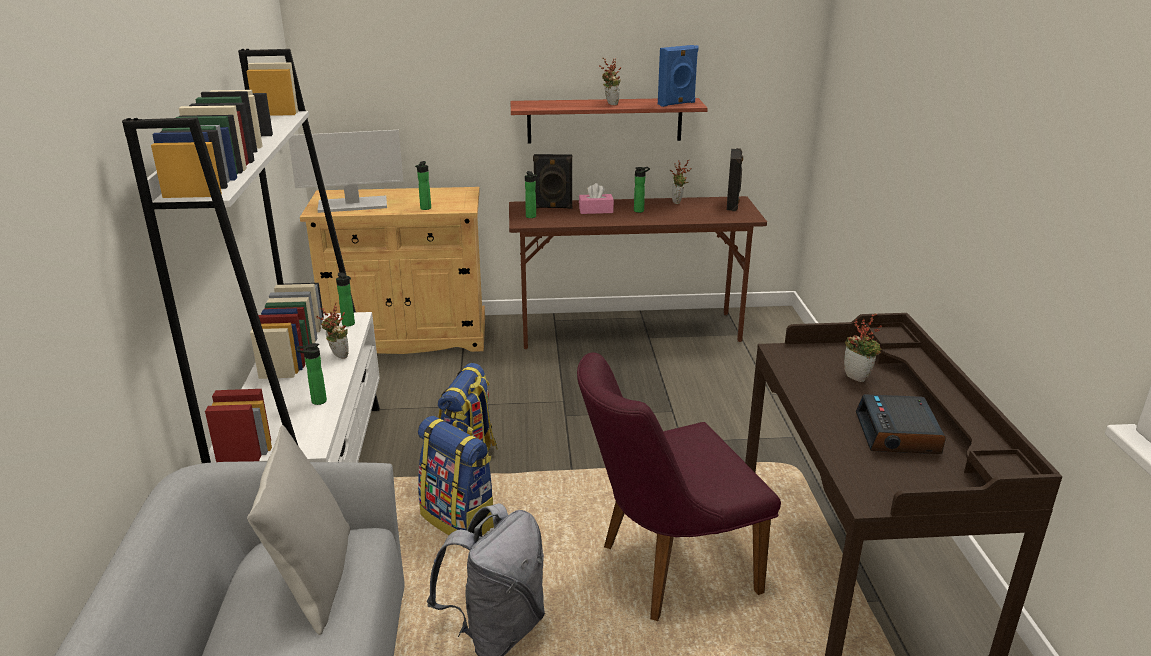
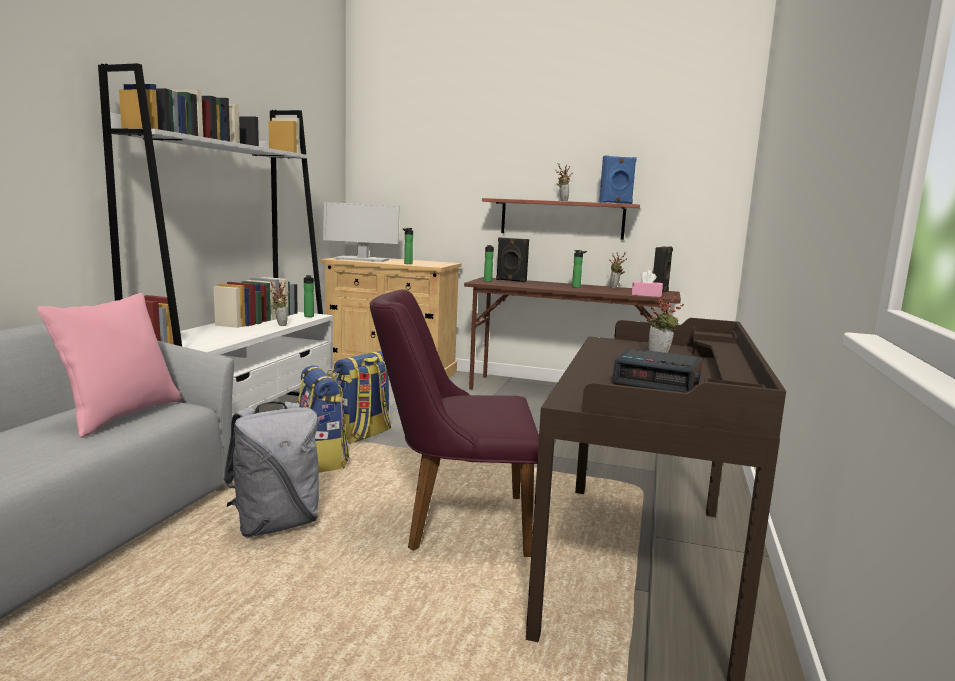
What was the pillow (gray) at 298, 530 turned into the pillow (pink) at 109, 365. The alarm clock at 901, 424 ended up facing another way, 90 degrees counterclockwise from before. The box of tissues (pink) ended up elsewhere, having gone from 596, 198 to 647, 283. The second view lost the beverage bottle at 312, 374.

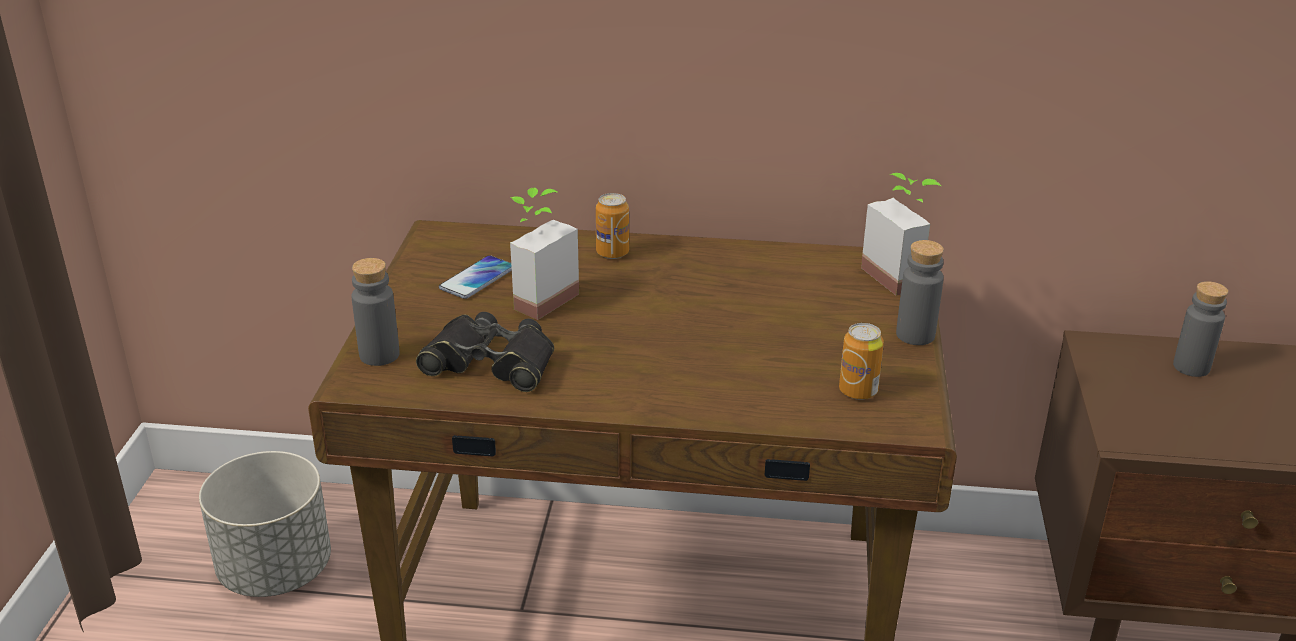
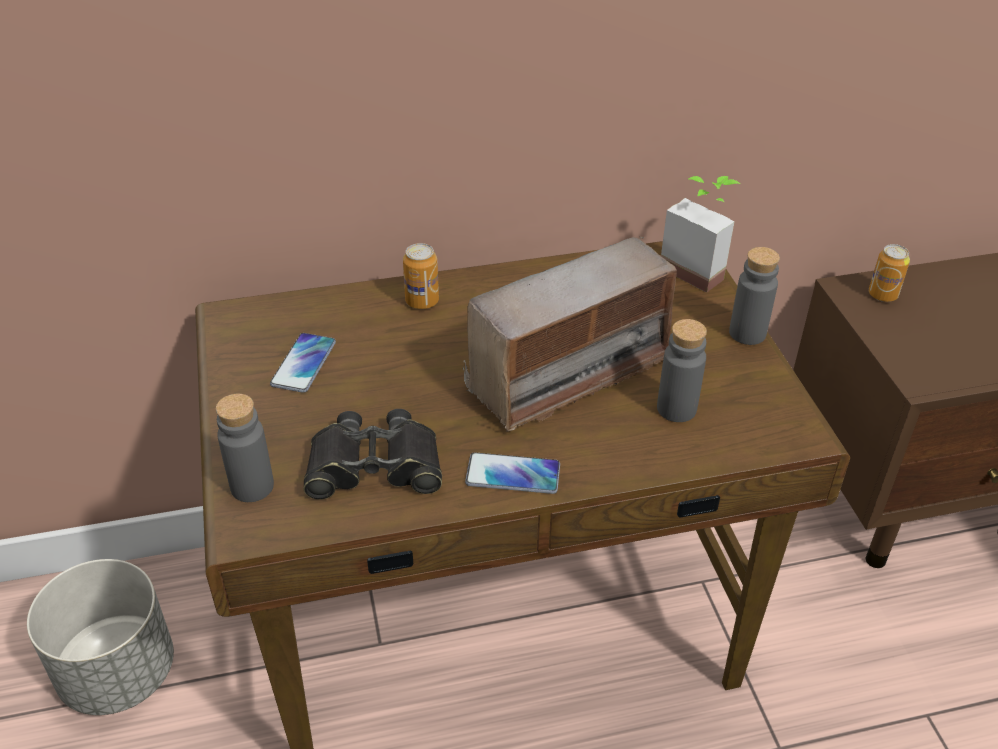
The second view gained the radio at 570, 333. The second view gained the telephone at 512, 473. The beverage bottle (gray) ended up elsewhere, having gone from 1200, 329 to 682, 370. The metal can ended up elsewhere, having gone from 861, 361 to 889, 273. The second view lost the houseplant at 544, 254.

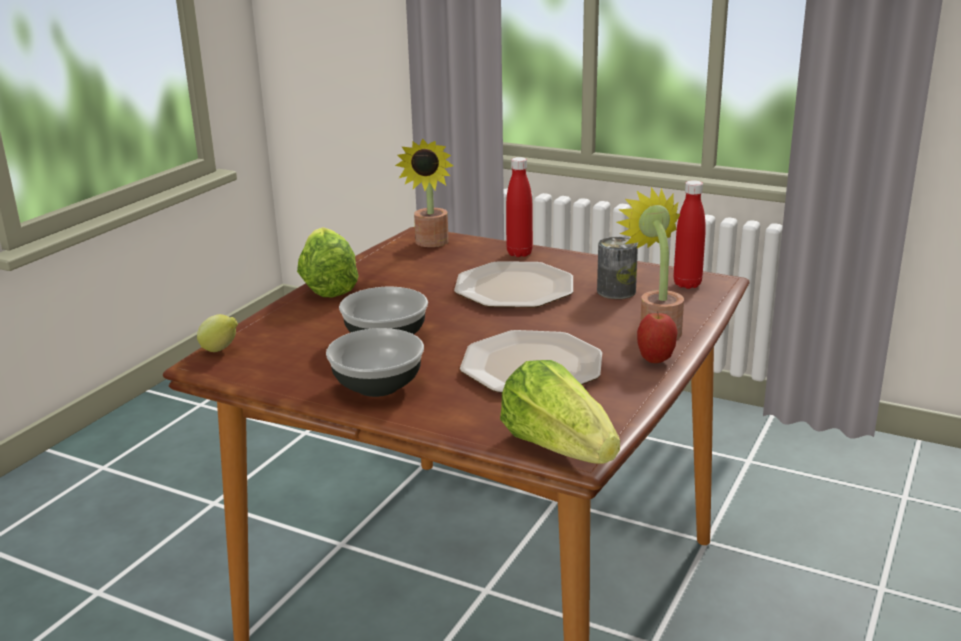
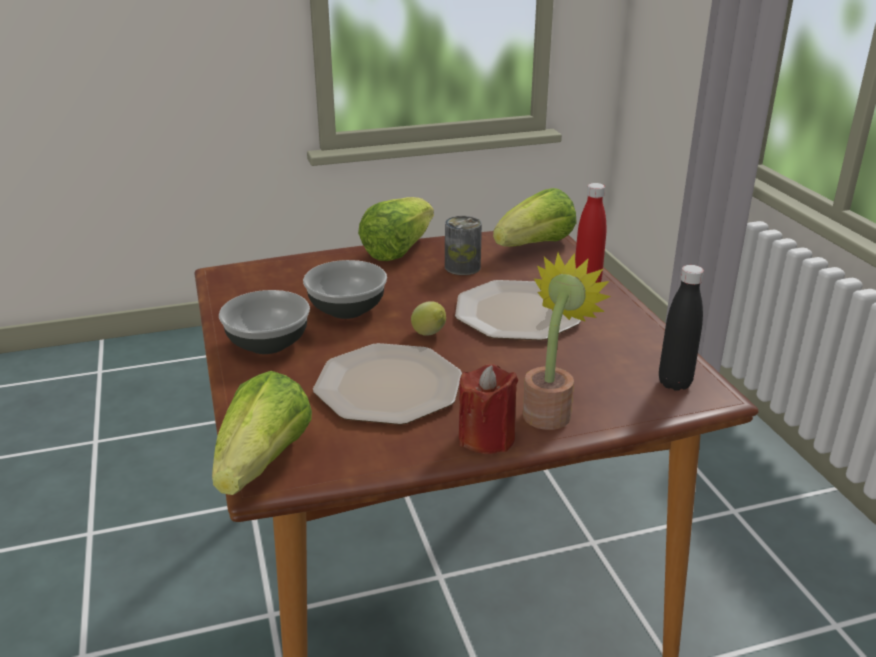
The whole lemon ended up elsewhere, having gone from 217, 333 to 428, 318. The metal can ended up elsewhere, having gone from 617, 268 to 463, 245. Where the whole apple stood at 657, 337, the candle (red) came to stand at 488, 409. Where the houseplant stood at 424, 192, the lettuce came to stand at 535, 217. What was the beverage bottle (red) at 690, 234 turned into the beverage bottle (black-coloured) at 681, 328.

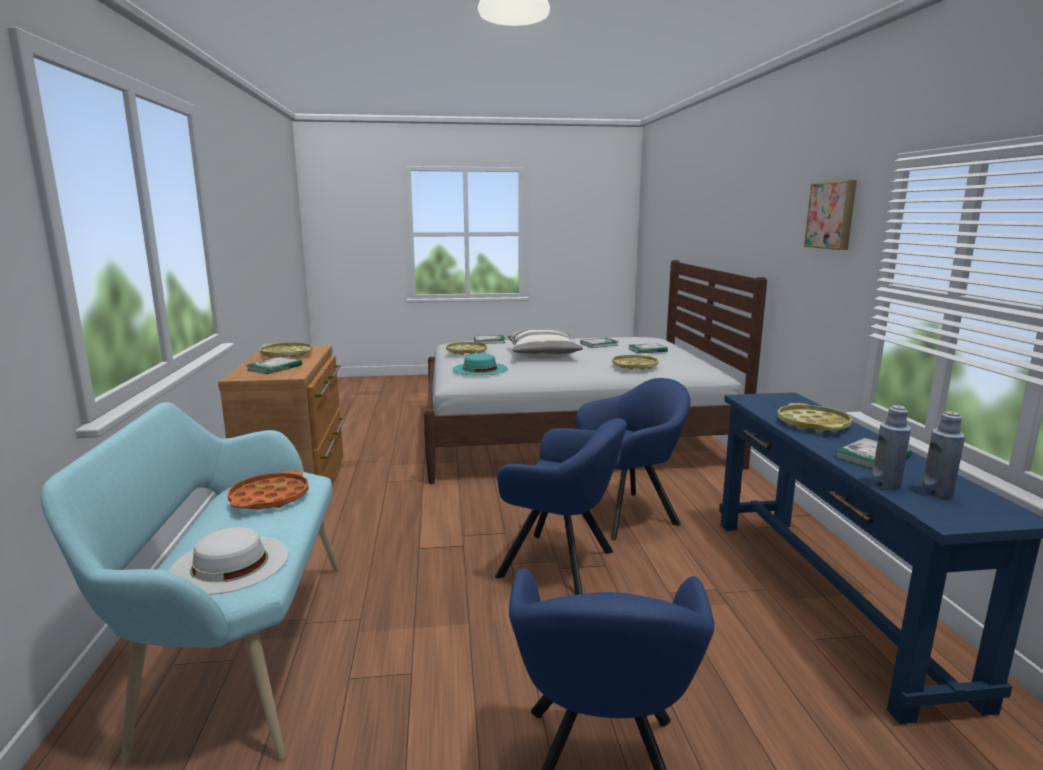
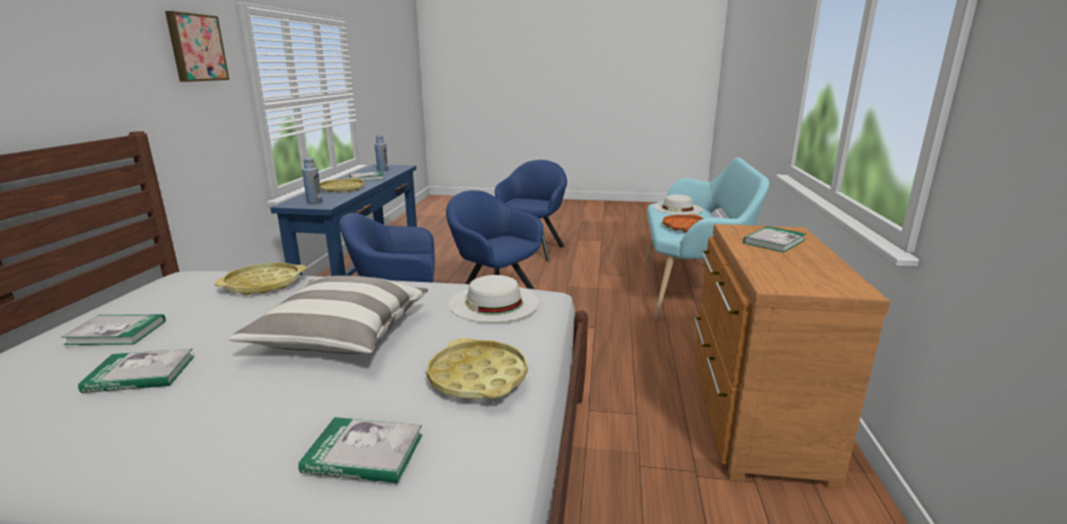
The beverage bottle (blue) ended up elsewhere, having gone from 891, 447 to 312, 180. What was the hat (turquoise-coloured) at 480, 364 turned into the hat (white) at 494, 298. The second view lost the carrying tray (yellowish) at 286, 350.

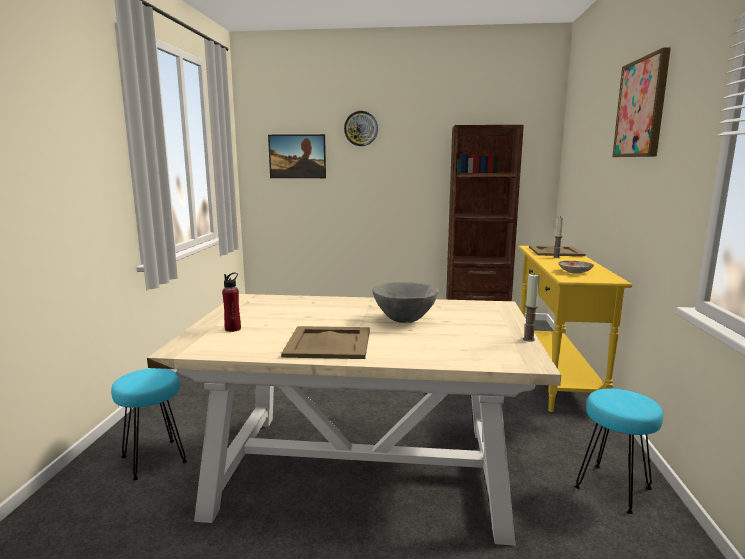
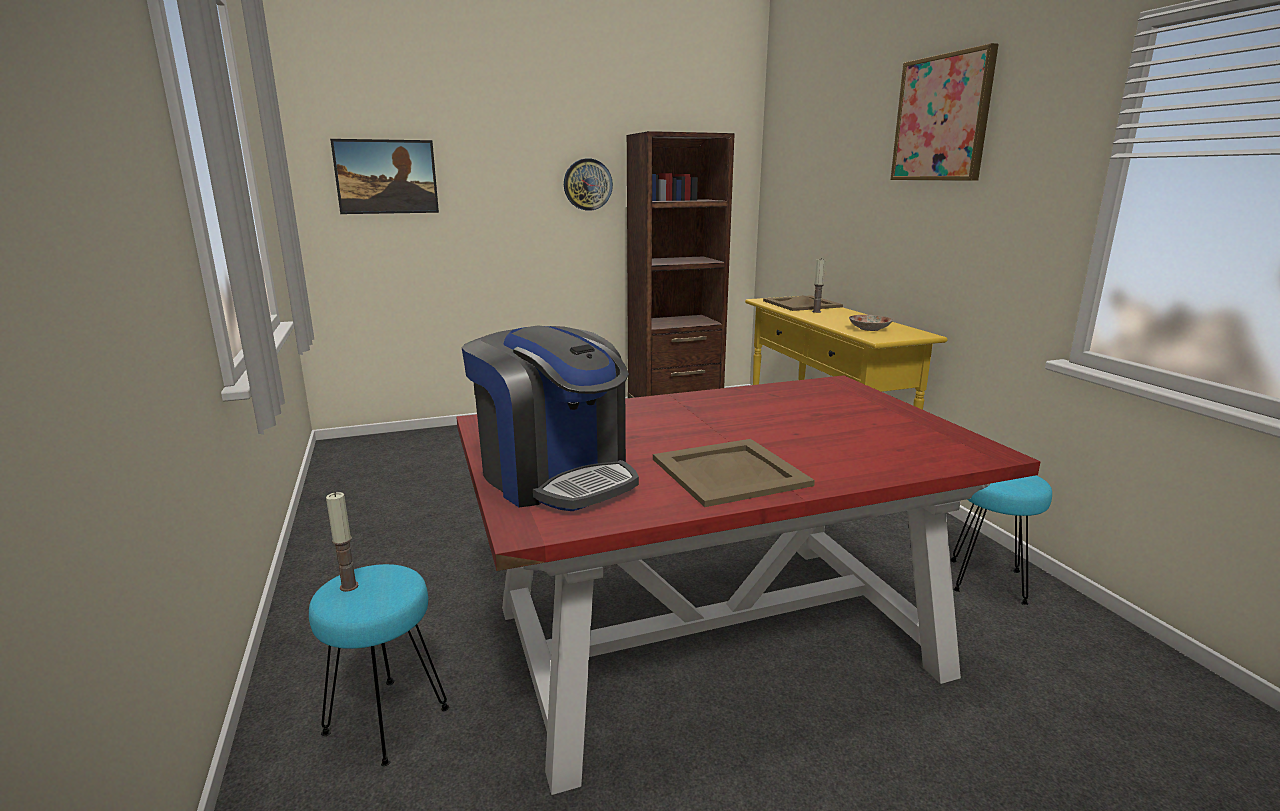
The candle ended up elsewhere, having gone from 531, 307 to 342, 542. What was the dinner table (sand-coloured) at 354, 420 turned into the dinner table (red) at 748, 585. Where the beverage bottle (red) stood at 231, 302, the coffee brewer came to stand at 550, 418. The hanging clock ended up elsewhere, having gone from 361, 128 to 588, 184. The second view lost the deep dish (gray) at 405, 302.

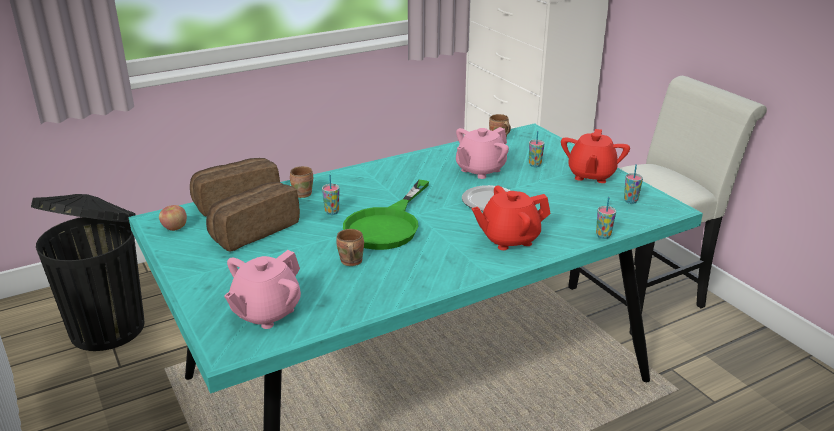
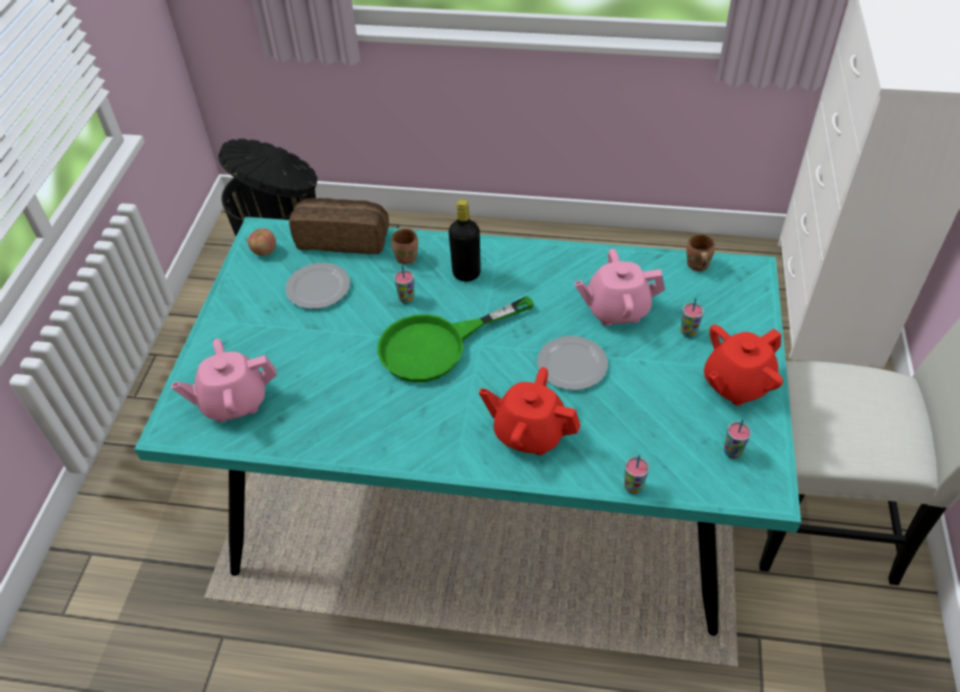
Where the bread stood at 253, 217, the plate came to stand at 317, 286. The second view gained the beverage bottle (black-coloured) at 465, 240. The second view lost the coffee mug (brown-coloured) at 350, 247.

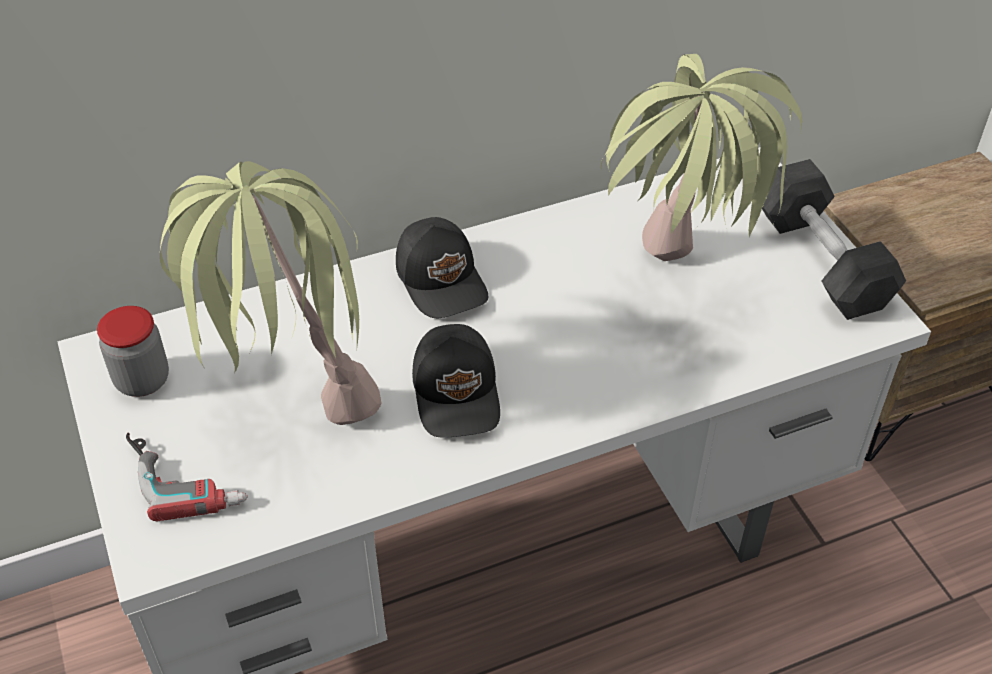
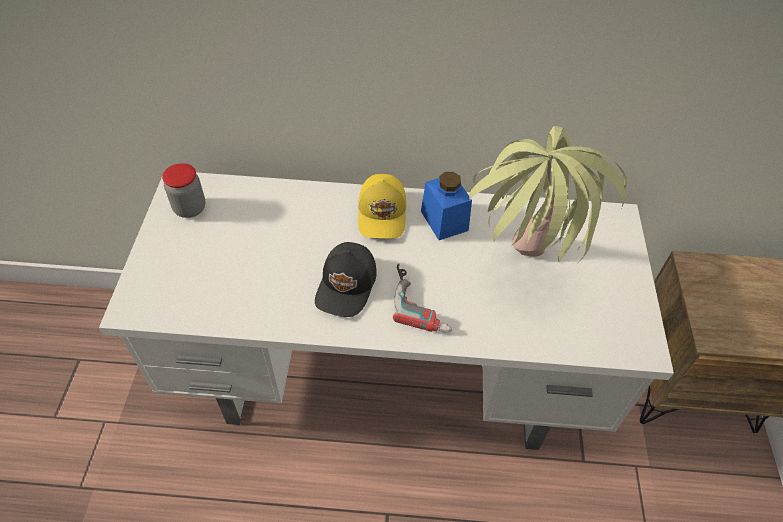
What was the baseball cap (black-coloured) at 442, 267 turned into the baseball cap (yellowish) at 382, 206. The drill ended up elsewhere, having gone from 187, 477 to 422, 298. The second view gained the storage jar (blue) at 446, 206. The second view lost the houseplant at 270, 293. The second view lost the dumbbell (gray) at 834, 239.

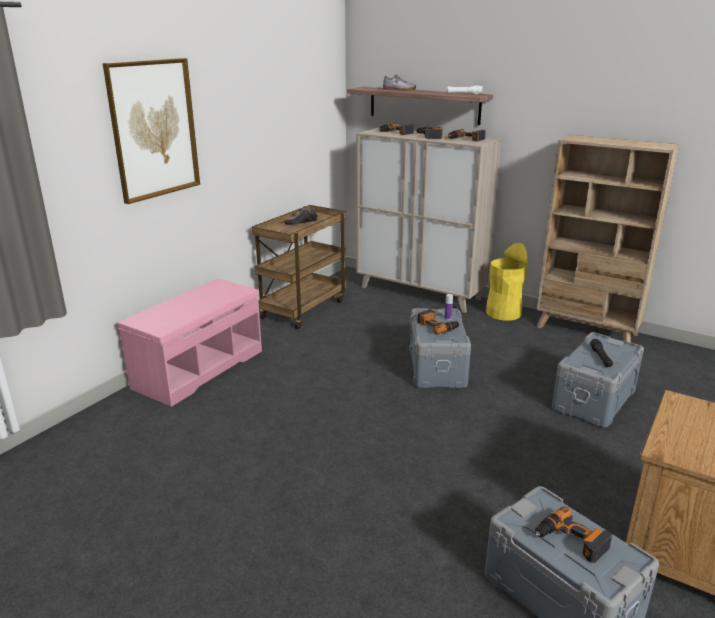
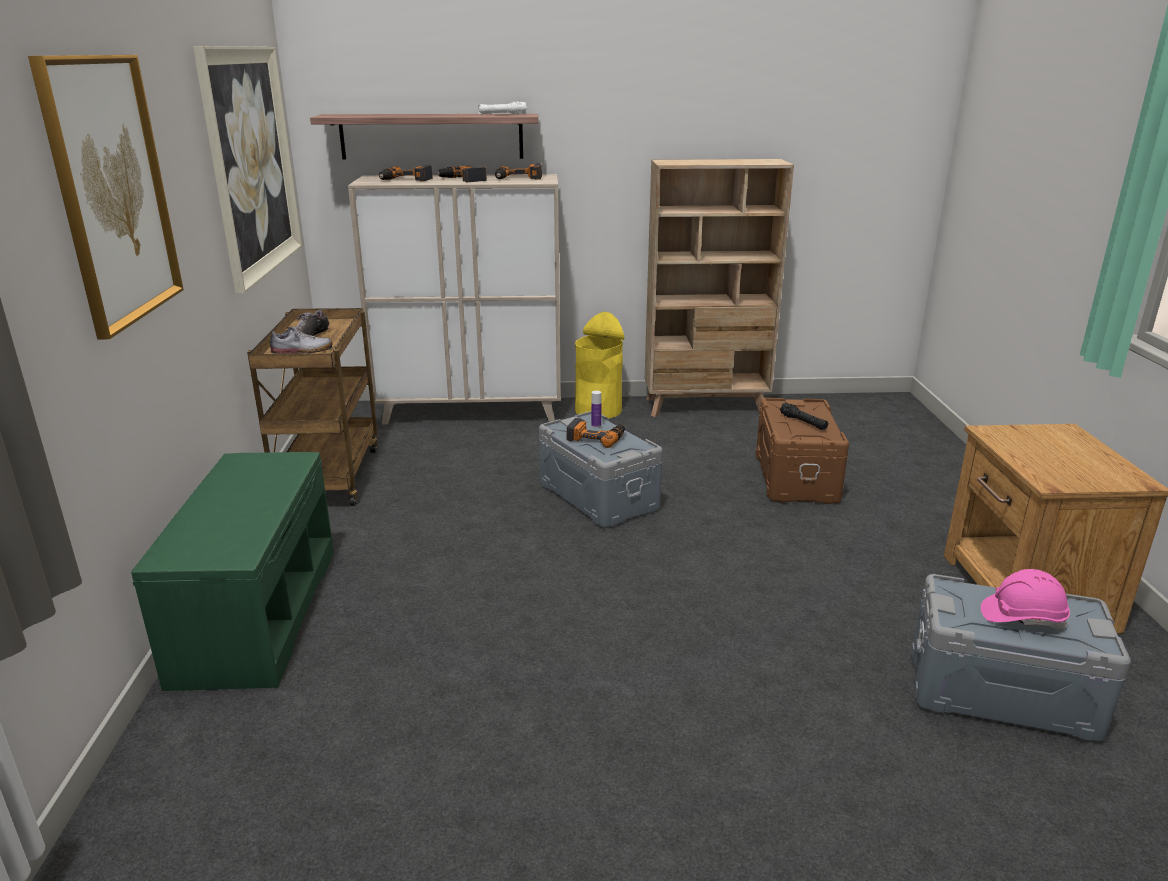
What was the bench (pink) at 190, 343 turned into the bench (green-coloured) at 232, 571. The second view gained the picture at 247, 169. The shoe ended up elsewhere, having gone from 399, 82 to 301, 340. What was the storage box (gray) at 598, 380 turned into the storage box (brown-coloured) at 802, 451. Where the drill stood at 573, 534, the hard hat (pink) came to stand at 1025, 599.

